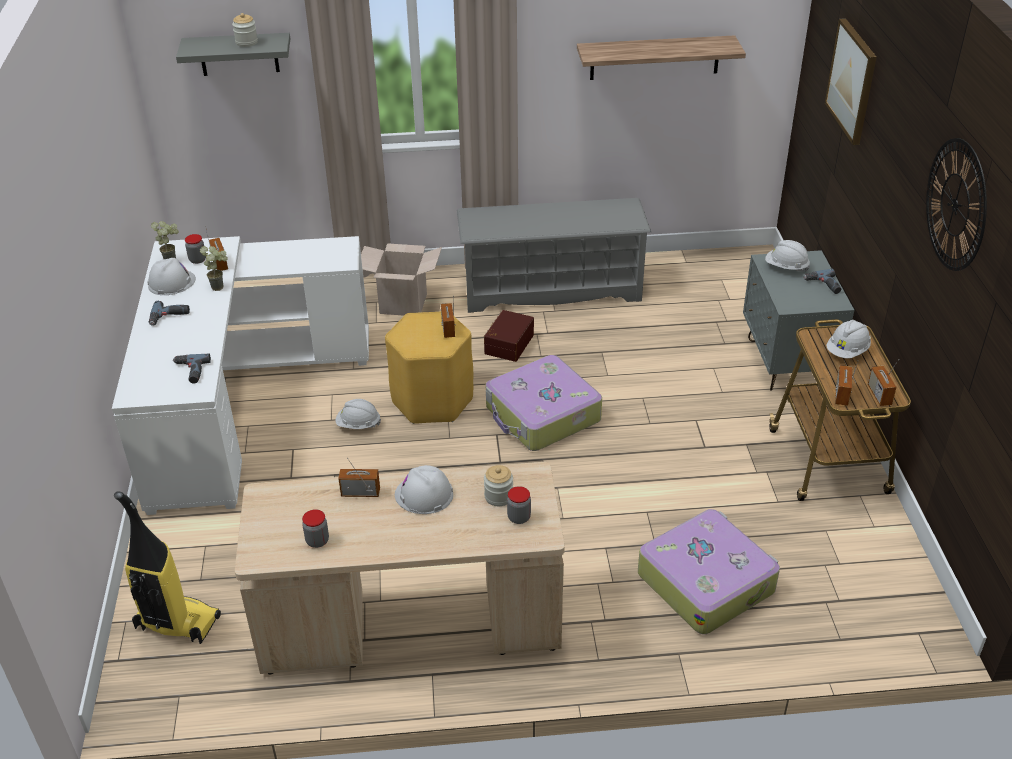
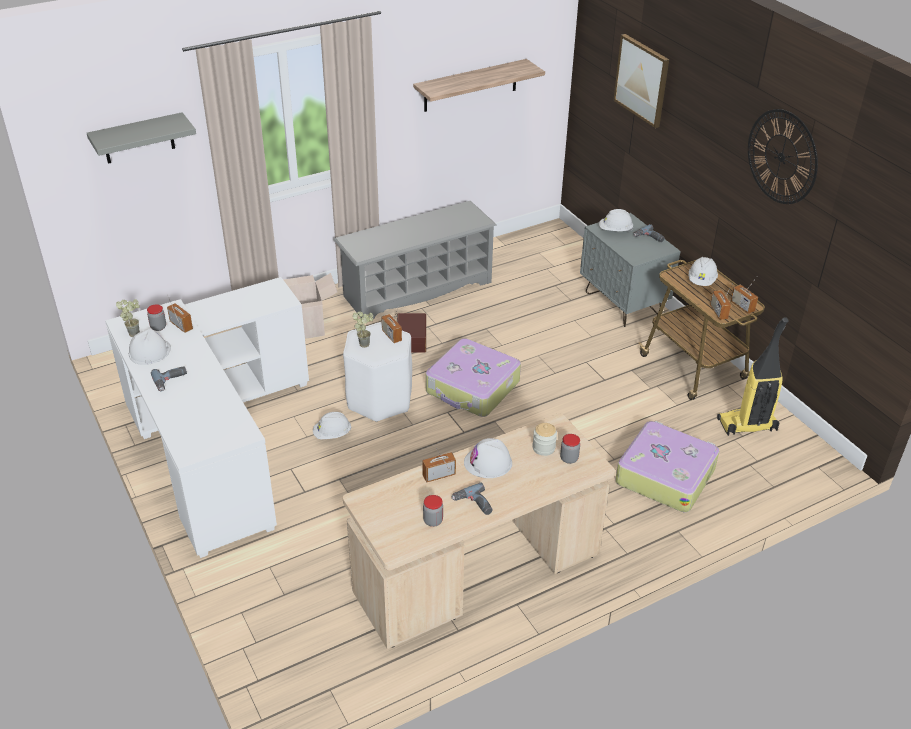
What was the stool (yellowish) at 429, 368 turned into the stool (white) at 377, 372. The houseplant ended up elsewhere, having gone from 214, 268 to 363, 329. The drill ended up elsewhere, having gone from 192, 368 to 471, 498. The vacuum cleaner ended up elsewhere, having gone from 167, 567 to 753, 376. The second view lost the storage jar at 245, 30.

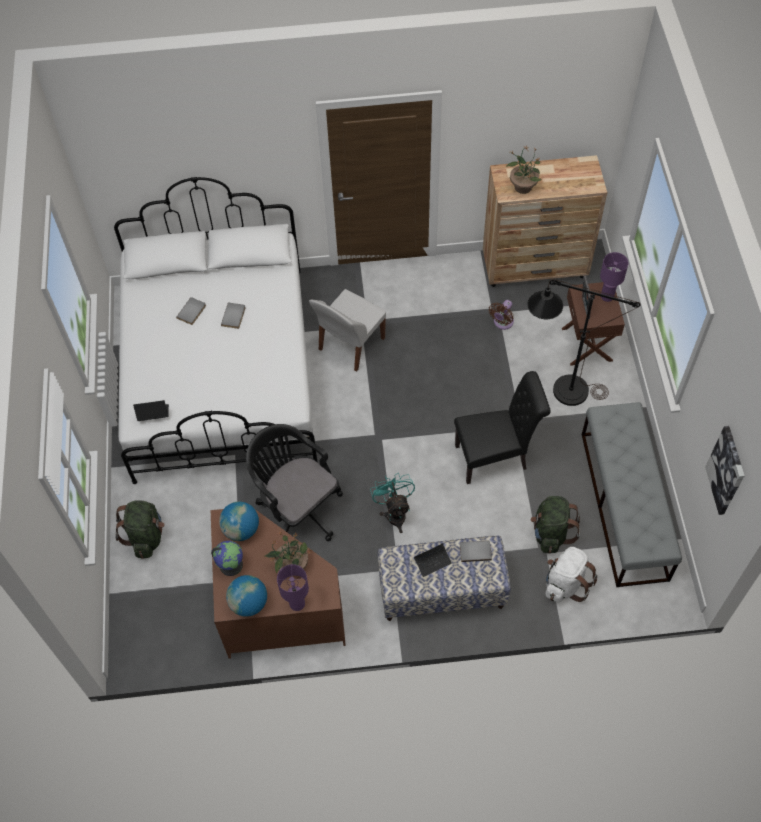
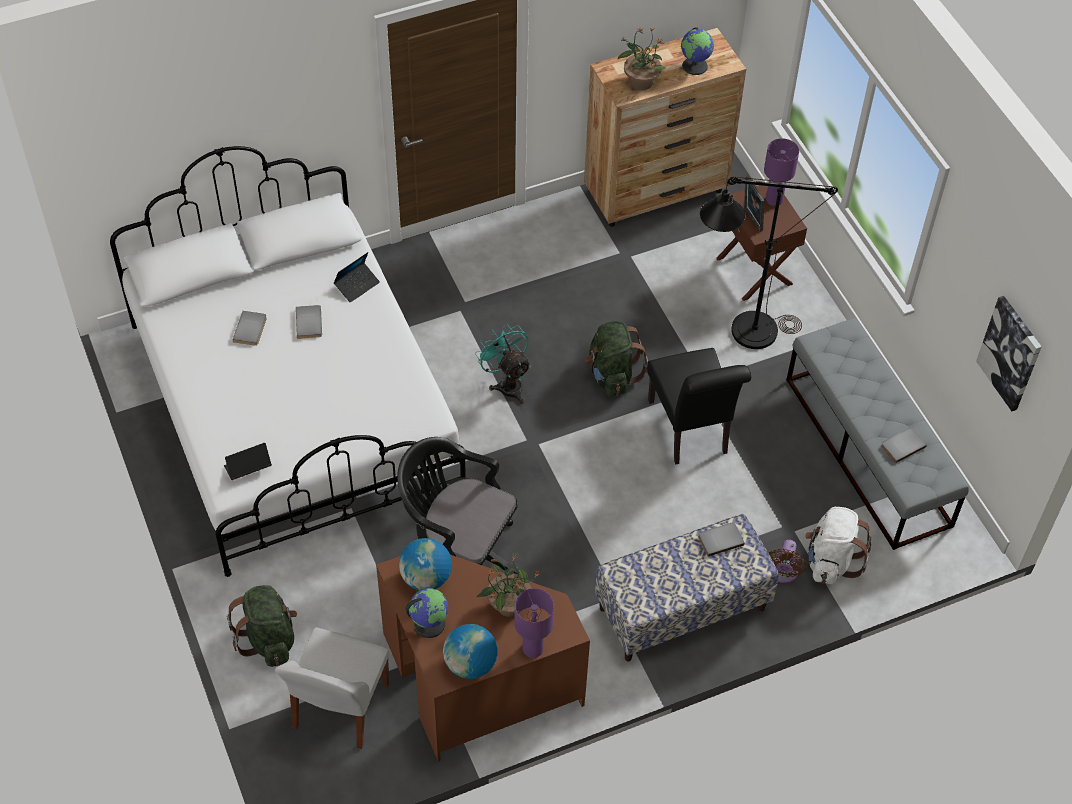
The chair (white) ended up elsewhere, having gone from 347, 330 to 332, 688. The portable computer ended up elsewhere, having gone from 433, 559 to 357, 277. The fan (turquoise-coloured) ended up elsewhere, having gone from 392, 503 to 503, 364. The backpack (green-coloured) ended up elsewhere, having gone from 555, 524 to 616, 358. The chair (black-coloured) at 502, 427 ended up facing another way, 105 degrees clockwise from before. The second view gained the desk globe at 697, 51. The fan (brown-coloured) ended up elsewhere, having gone from 501, 315 to 787, 561. The second view gained the bound book (gray) at 904, 445.

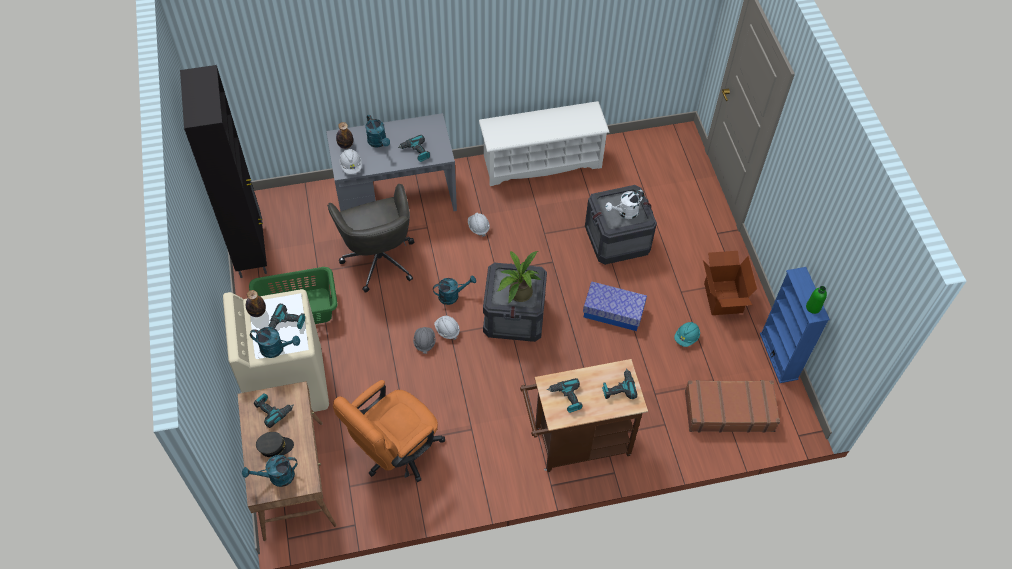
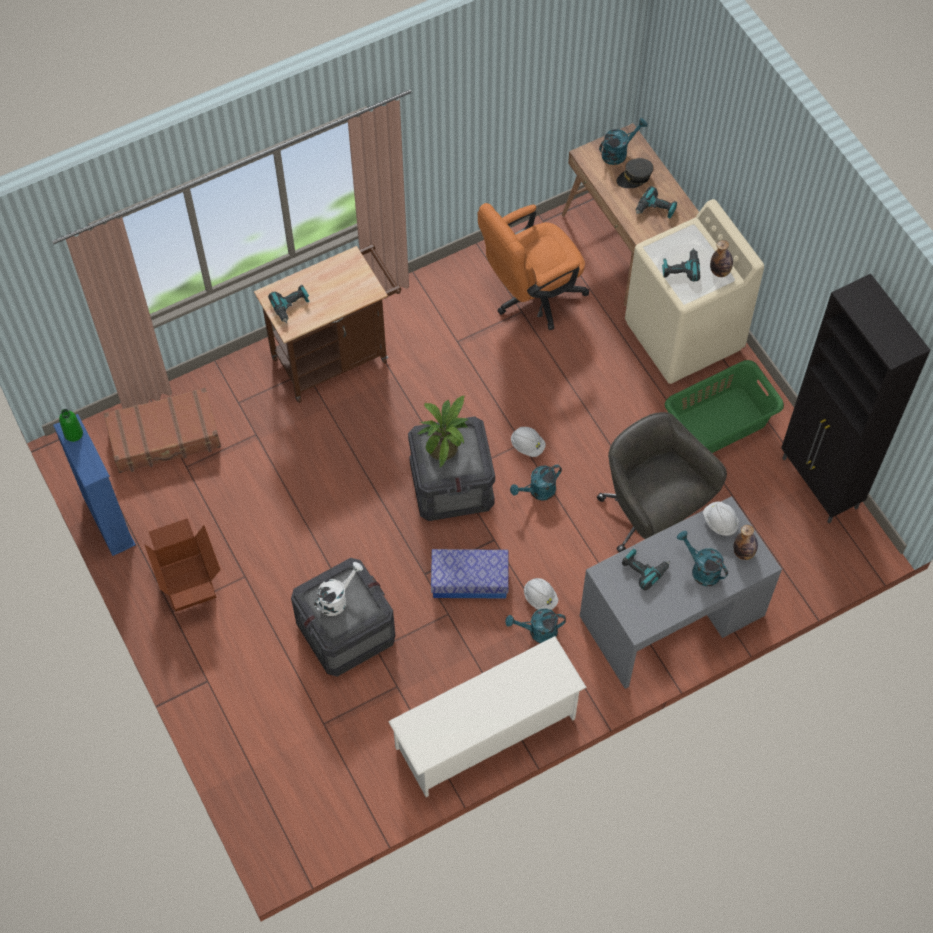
The storage box ended up elsewhere, having gone from 615, 306 to 470, 574. The office chair (orangey) at 389, 431 ended up facing another way, 150 degrees counterclockwise from before. The sprinkling can (turquoise-coloured) ended up elsewhere, having gone from 275, 342 to 535, 625. The second view lost the hard hat (gray) at 424, 340. The second view lost the drill at 564, 395. The second view lost the hard hat (turquoise-coloured) at 687, 334.

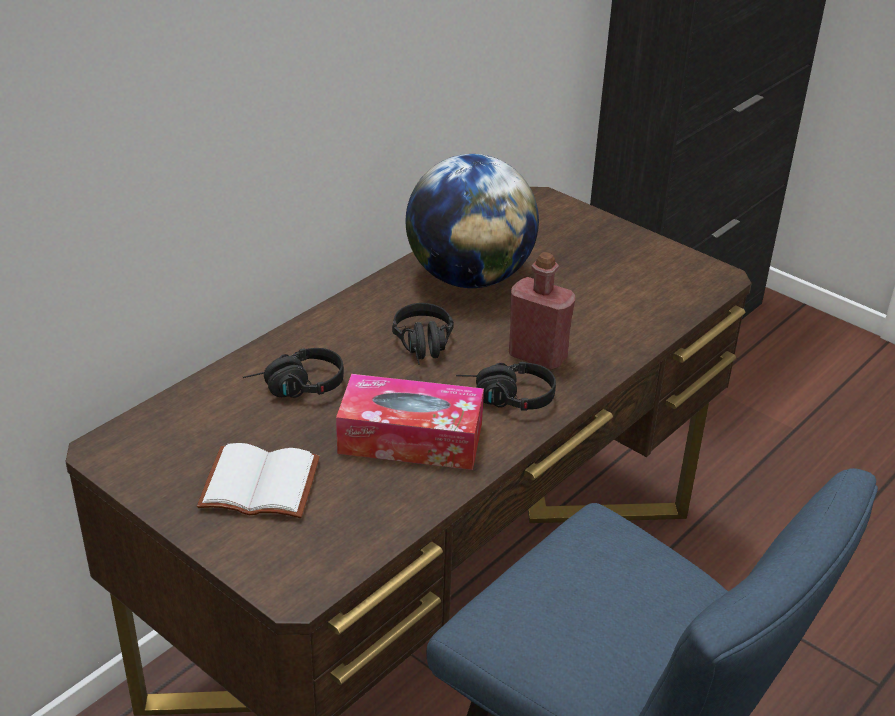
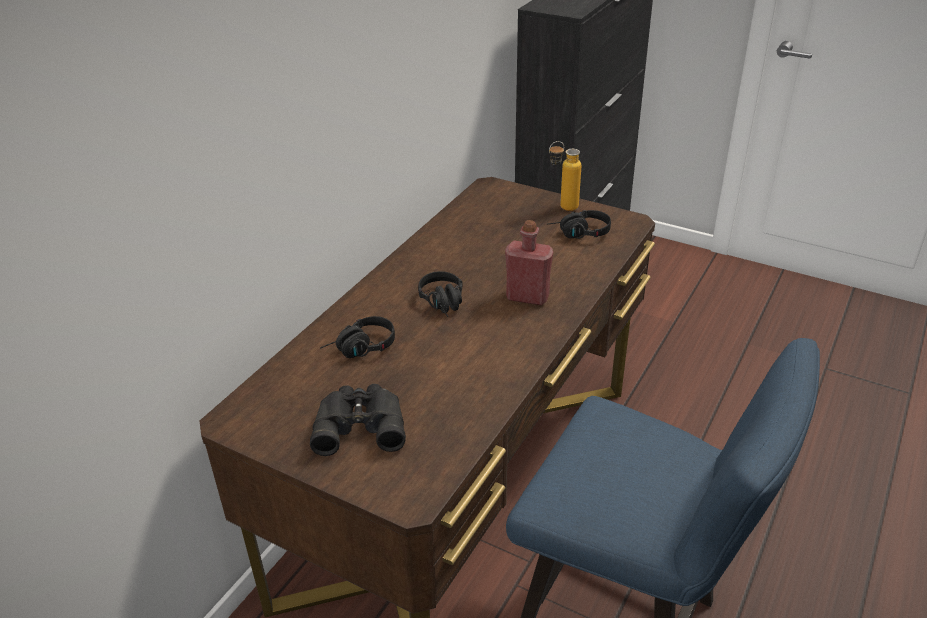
Where the bound book (white) stood at 258, 480, the binoculars (black-coloured) came to stand at 358, 420. The headphones (black-coloured) ended up elsewhere, having gone from 506, 386 to 579, 224. The second view gained the beverage bottle at 565, 176. The second view lost the box of tissues at 410, 422. The second view lost the desk globe at 472, 221.

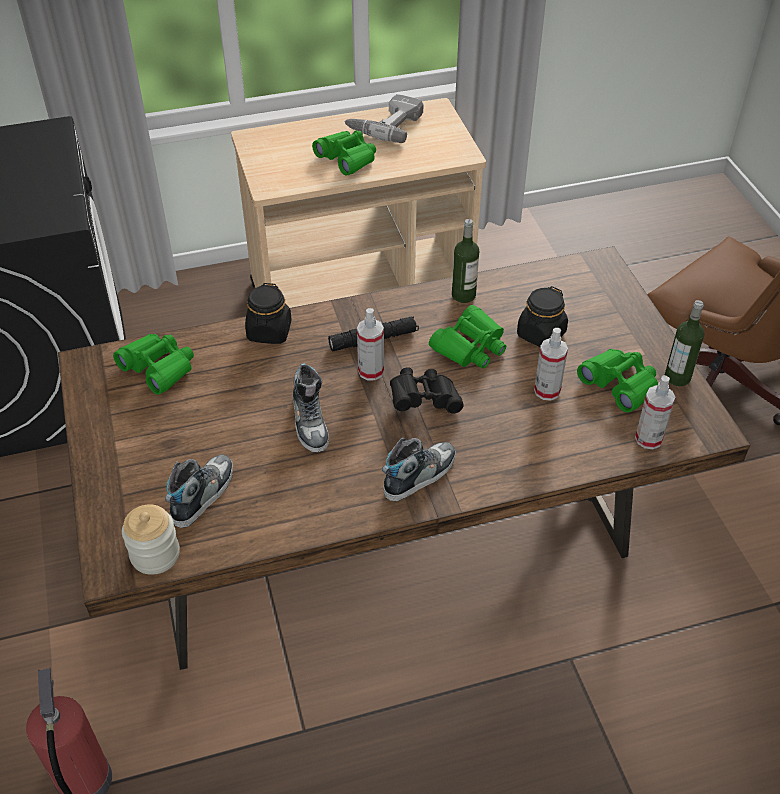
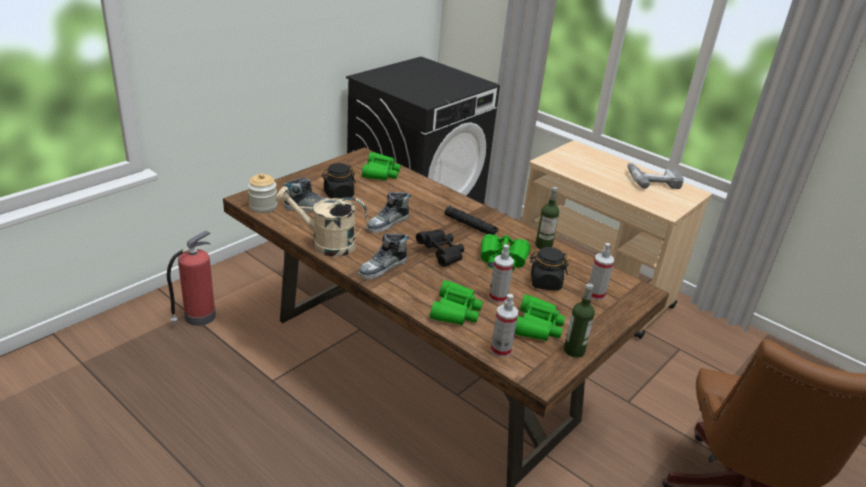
The second view gained the sprinkling can (sand-coloured) at 321, 221. The storage jar (black-coloured) ended up elsewhere, having gone from 268, 313 to 339, 181. The shoe at 419, 469 ended up facing another way, 120 degrees clockwise from before. The binoculars (green-coloured) ended up elsewhere, having gone from 344, 152 to 456, 302. The hand sprayer ended up elsewhere, having gone from 370, 344 to 601, 271.

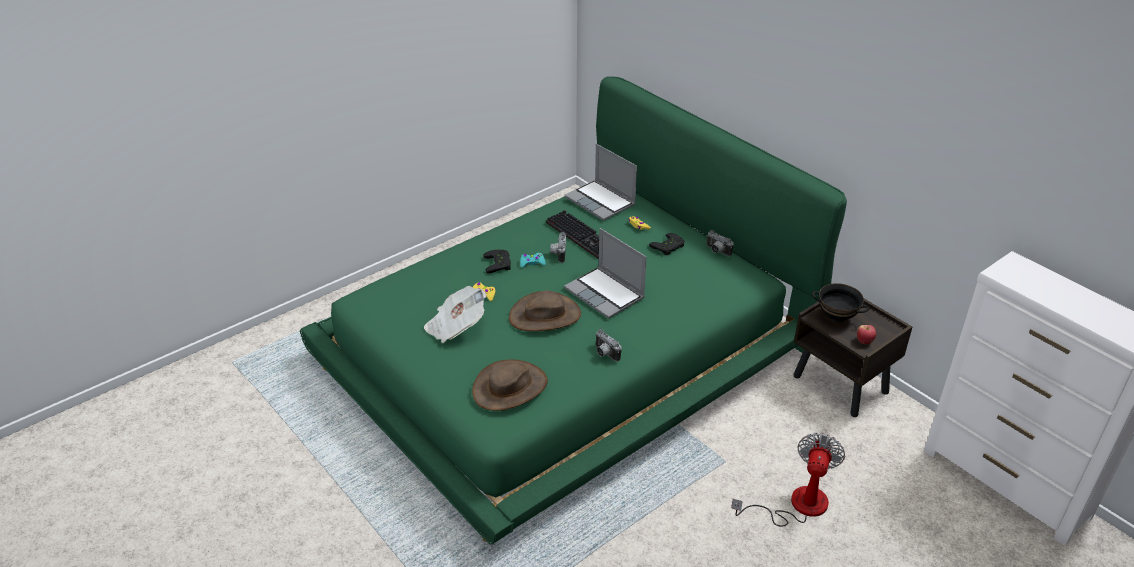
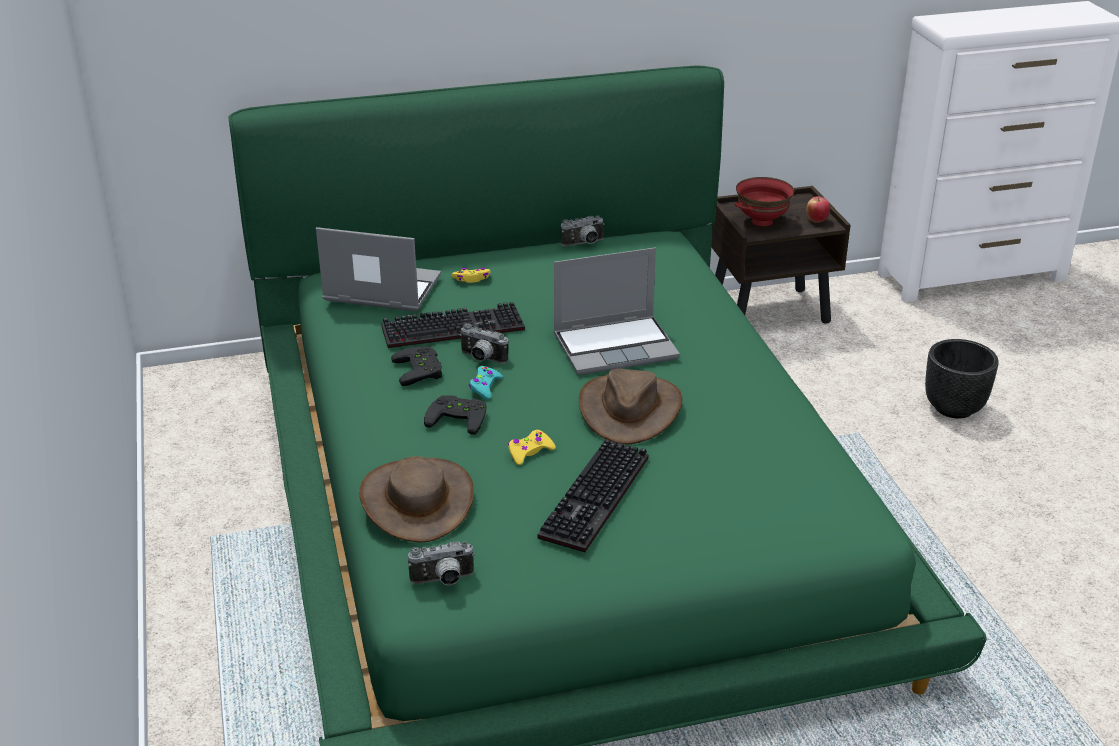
The portable computer at 601, 182 ended up facing another way, 150 degrees counterclockwise from before. The hat (brown-coloured) ended up elsewhere, having gone from 510, 385 to 416, 499. The gamepad (black-coloured) ended up elsewhere, having gone from 666, 244 to 416, 366. The still camera ended up elsewhere, having gone from 608, 345 to 441, 563. Where the printed paper stood at 455, 314, the PC keyboard came to stand at 593, 495. What was the deep dish (black-coloured) at 840, 303 turned into the deep dish (red) at 764, 201. Where the fan stood at 788, 479, the flower pot (black-coloured) came to stand at 961, 379.

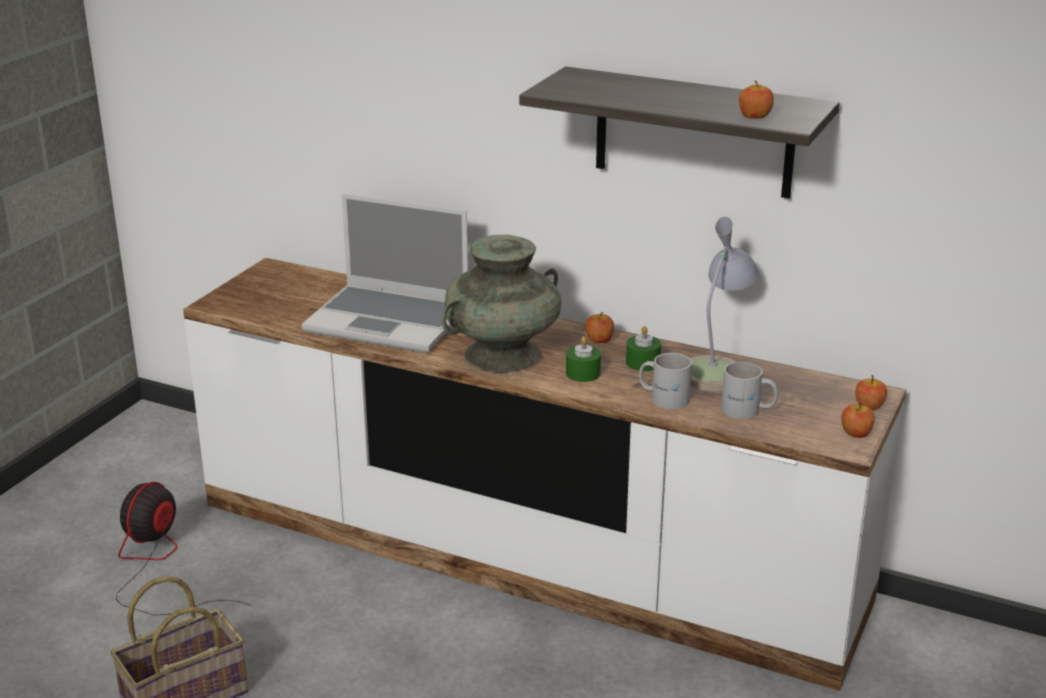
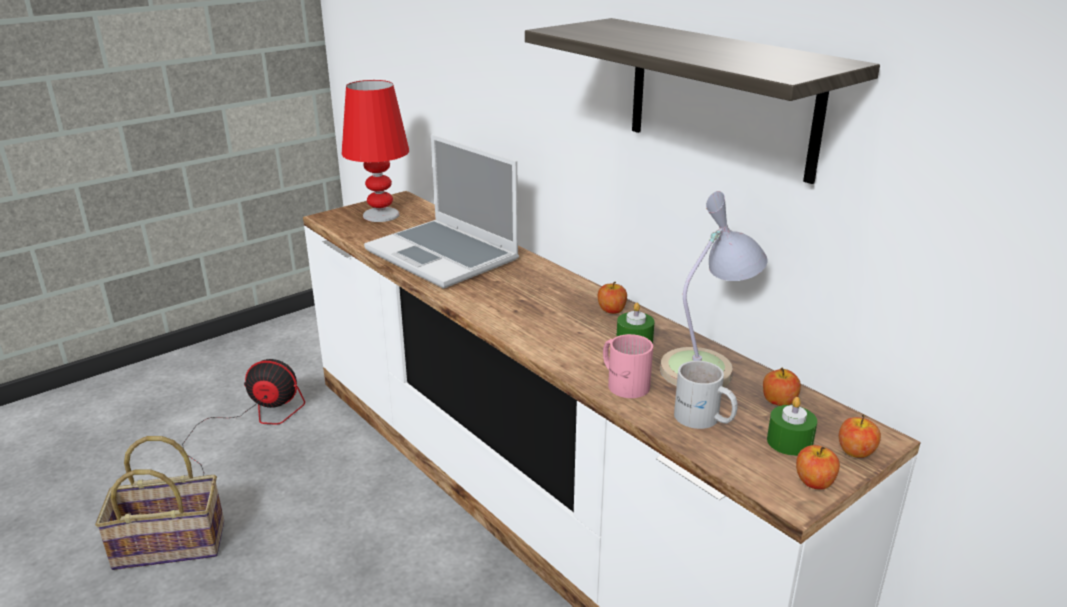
The fan at 184, 549 ended up facing another way, 45 degrees clockwise from before. The second view gained the table lamp (red) at 375, 151. What was the coffee mug (white) at 665, 381 turned into the coffee mug (pink) at 628, 366. The whole apple ended up elsewhere, having gone from 756, 99 to 782, 386. The candle (green-coloured) ended up elsewhere, having gone from 583, 359 to 792, 426. The second view lost the decorative vase (turquoise-coloured) at 502, 304.

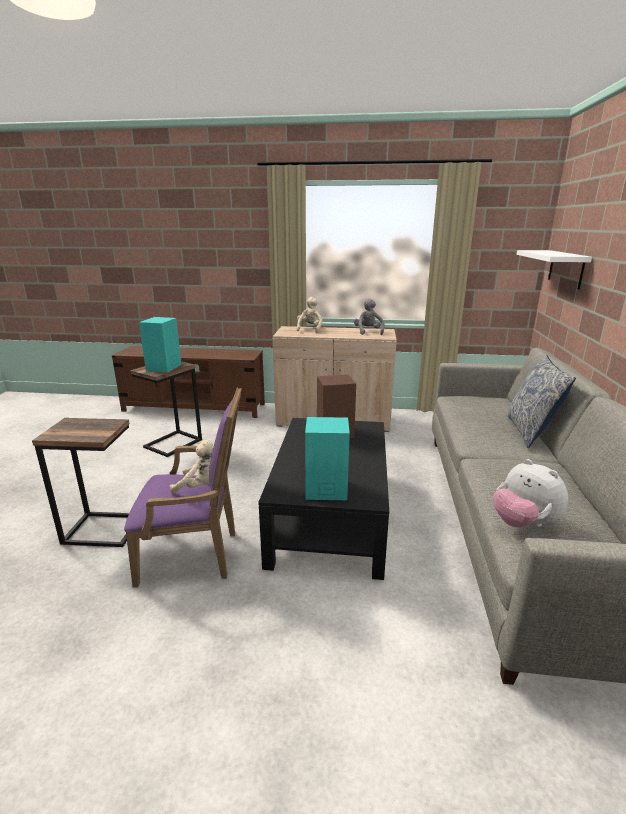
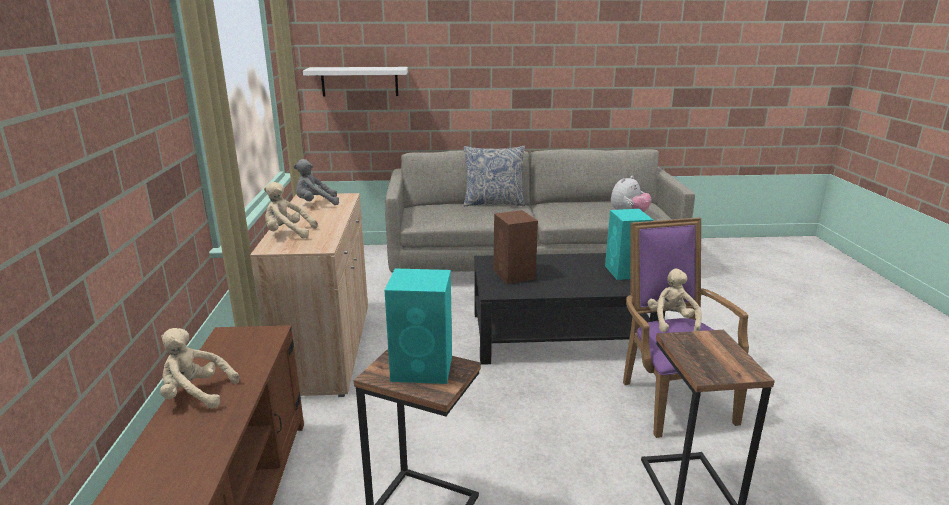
The second view gained the plush toy (sand-coloured) at 199, 368.

